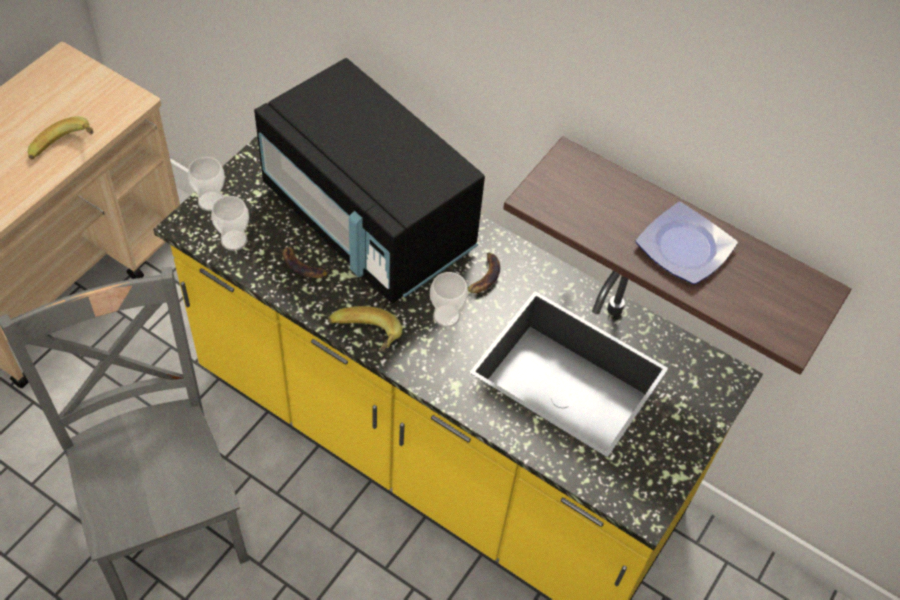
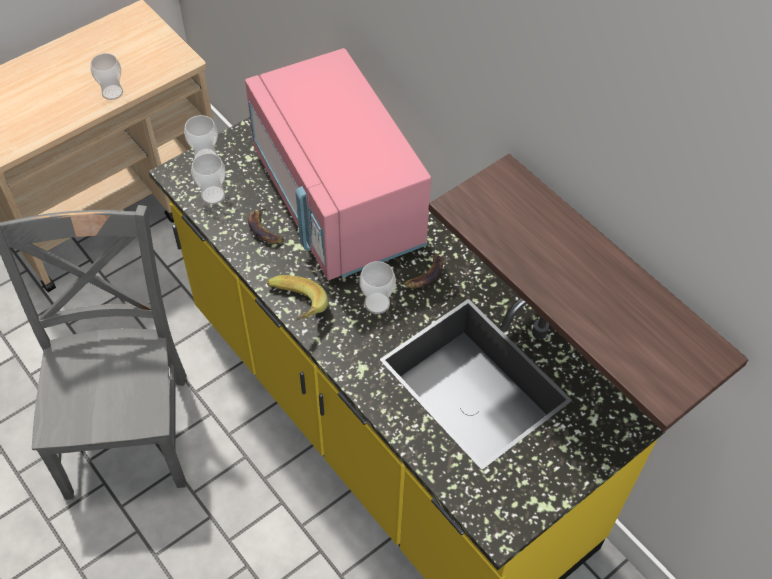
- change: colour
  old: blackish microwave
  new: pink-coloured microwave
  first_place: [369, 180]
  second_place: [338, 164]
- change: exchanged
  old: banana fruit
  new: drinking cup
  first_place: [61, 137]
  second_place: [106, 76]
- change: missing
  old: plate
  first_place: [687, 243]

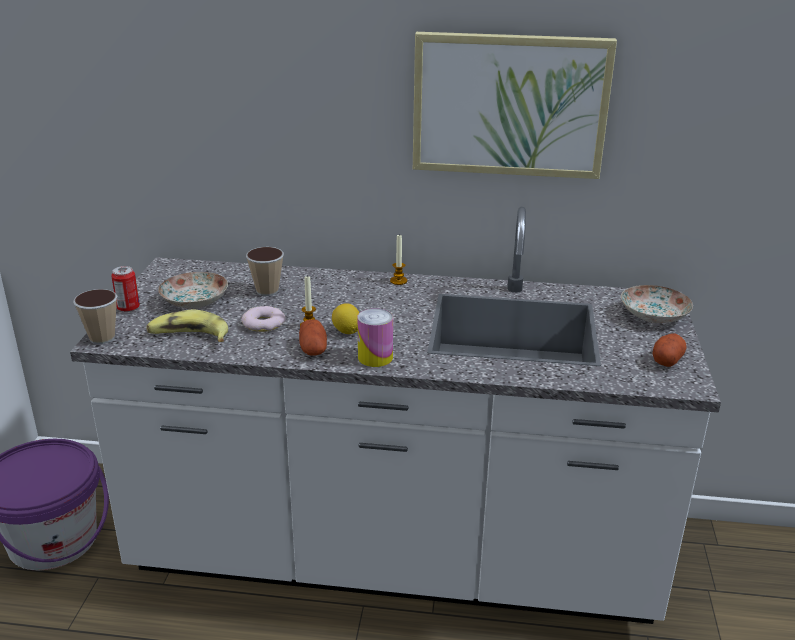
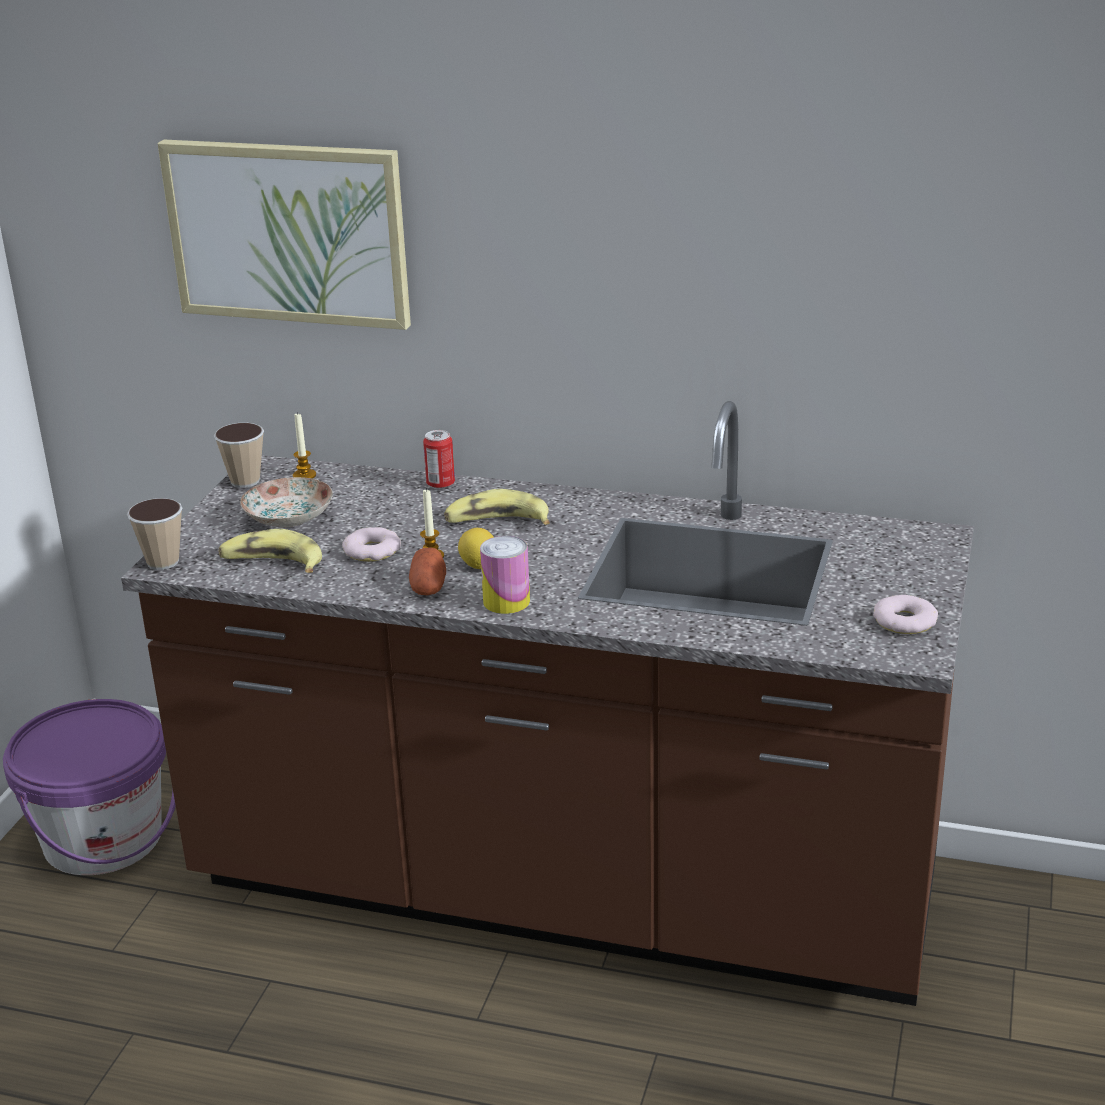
- change: relocated
  old: picture
  first_place: [515, 105]
  second_place: [284, 235]
- change: colour
  old: whitish counter
  new: brown-coloured counter
  first_place: [395, 415]
  second_place: [547, 703]
- change: relocated
  old: wax light
  first_place: [398, 259]
  second_place: [304, 445]
- change: relocated
  old: drinking cup
  first_place: [265, 271]
  second_place: [239, 455]
- change: relocated
  old: metal can
  first_place: [125, 289]
  second_place: [439, 459]
- change: missing
  old: plate
  first_place: [657, 304]
- change: exchanged
  old: whole potato
  new: doughnut
  first_place: [669, 350]
  second_place: [905, 614]
- change: appeared
  new: banana fruit
  second_place: [497, 507]

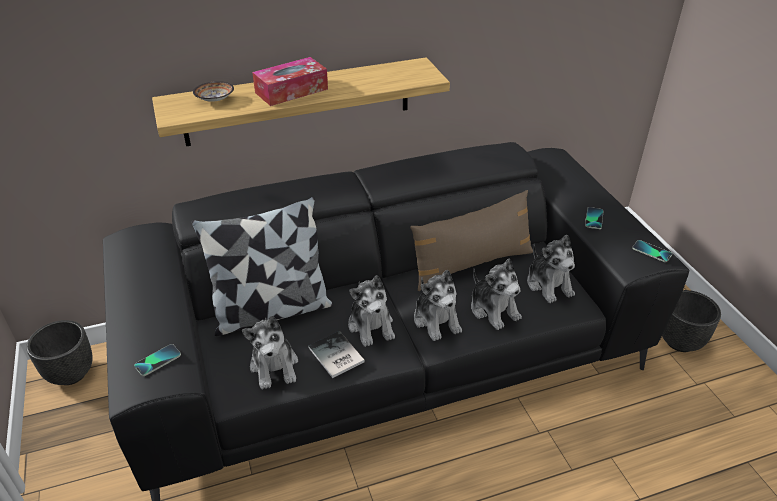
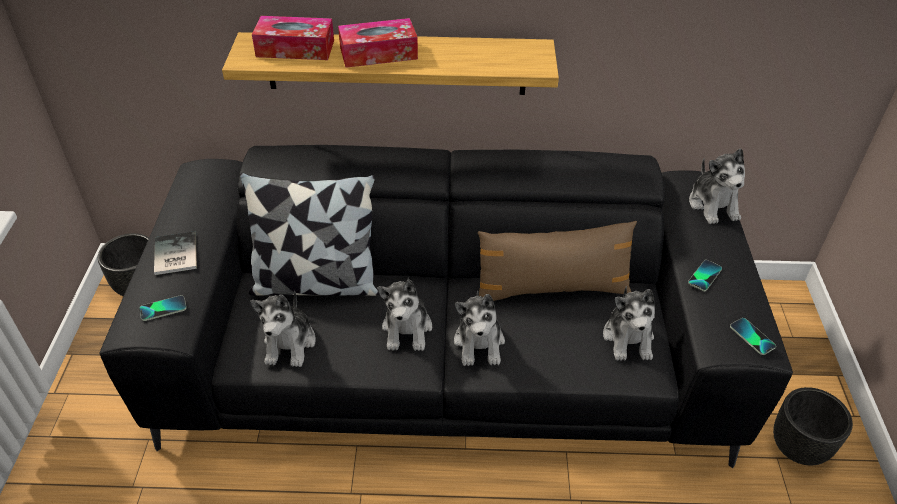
- change: exchanged
  old: serving bowl
  new: tissue holder
  first_place: [213, 91]
  second_place: [293, 38]
- change: relocated
  old: soft toy
  first_place: [496, 294]
  second_place: [717, 186]
- change: relocated
  old: book
  first_place: [336, 354]
  second_place: [175, 253]

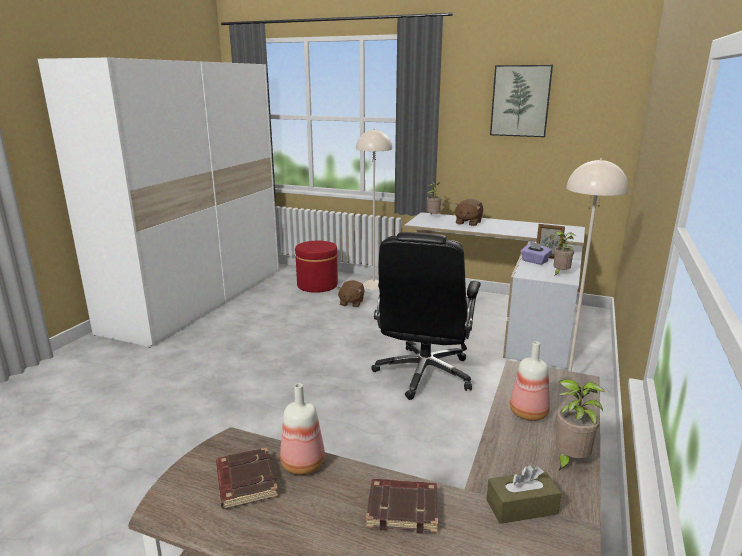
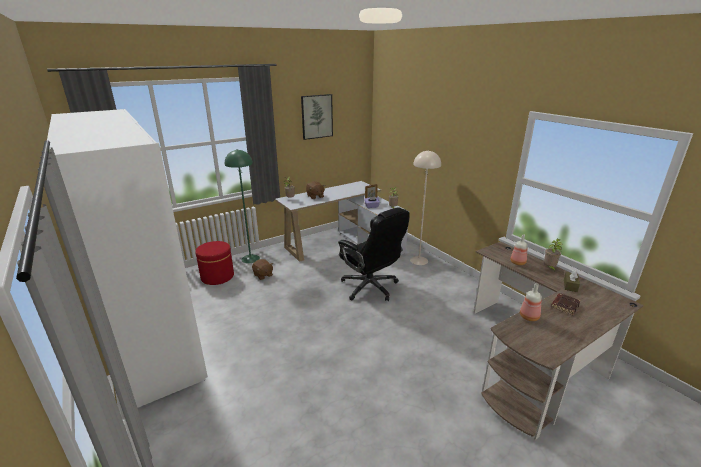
- change: colour
  old: beige standard lamp
  new: greenish standard lamp
  first_place: [374, 209]
  second_place: [242, 206]
- change: missing
  old: brown-coloured book
  first_place: [247, 478]

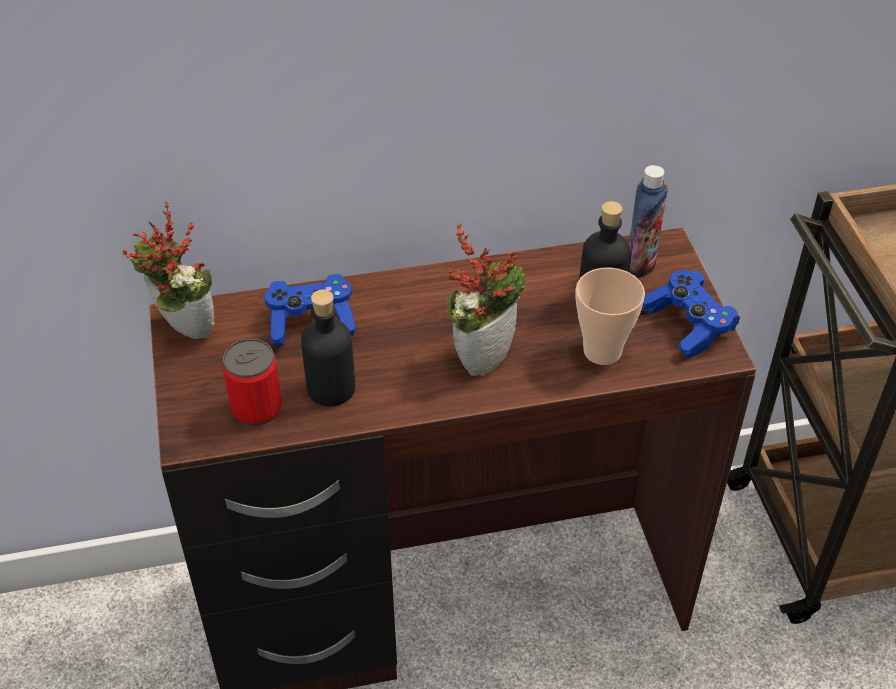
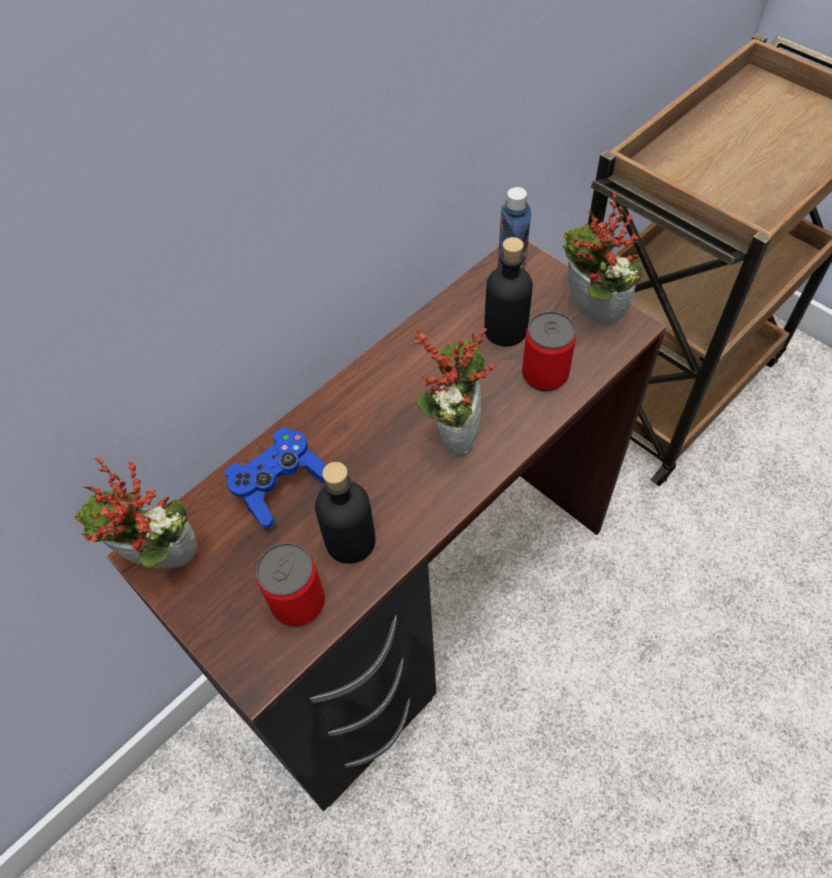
- change: exchanged
  old: drinking cup
  new: metal can
  first_place: [610, 316]
  second_place: [549, 351]
- change: exchanged
  old: blue-coloured joypad
  new: potted plant
  first_place: [691, 314]
  second_place: [603, 258]

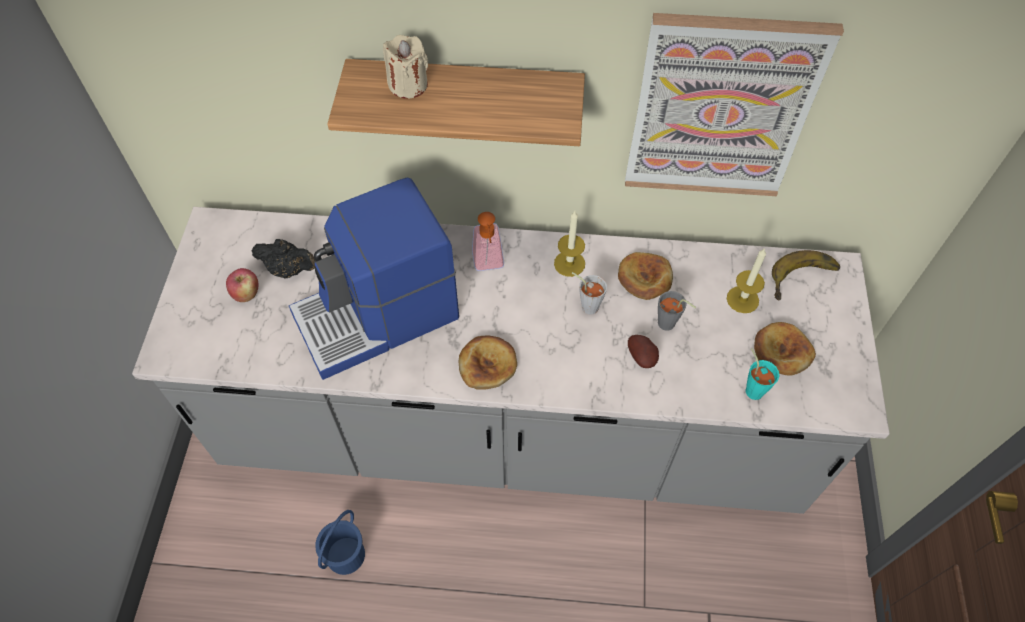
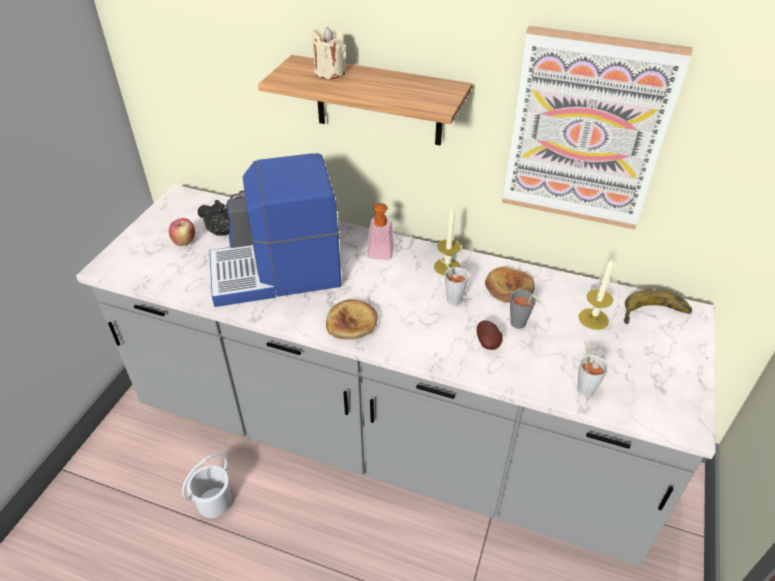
- change: missing
  old: bakery bread
  first_place: [785, 349]
- change: colour
  old: turquoise drinking cup
  new: grey drinking cup
  first_place: [762, 374]
  second_place: [592, 369]
- change: colour
  old: blue-coloured water bucket
  new: whitish water bucket
  first_place: [340, 542]
  second_place: [207, 485]

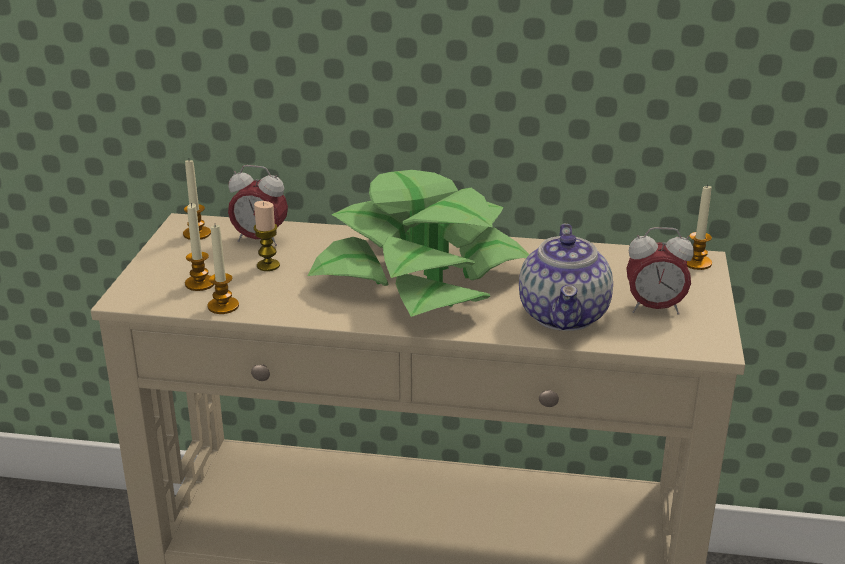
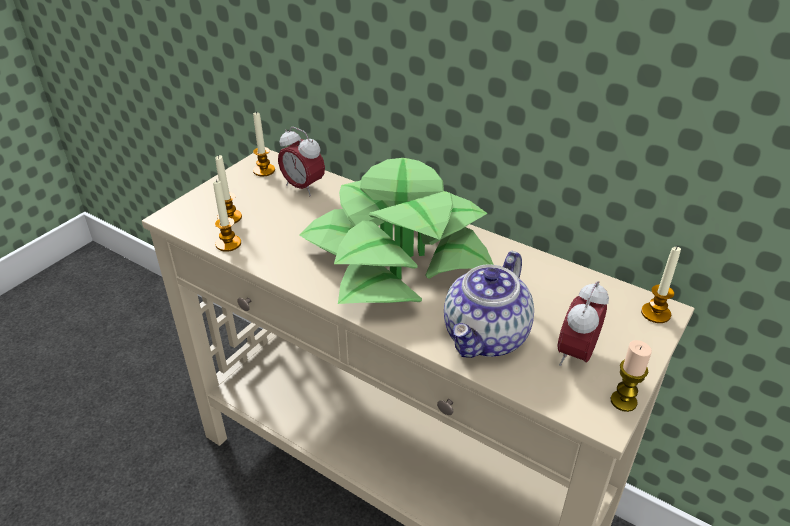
- change: relocated
  old: wax light
  first_place: [267, 236]
  second_place: [631, 376]
- change: spun
  old: alarm clock
  first_place: [660, 271]
  second_place: [583, 323]
  degrees: 90

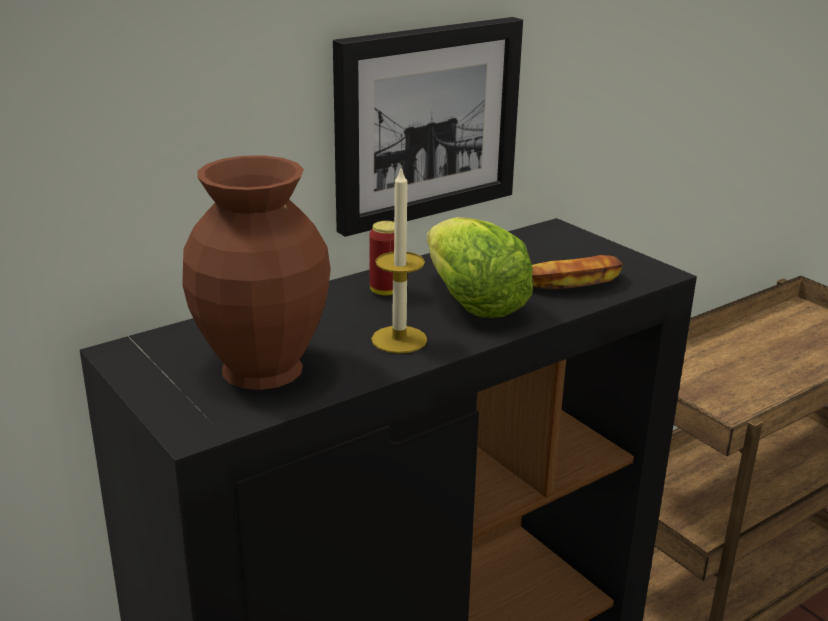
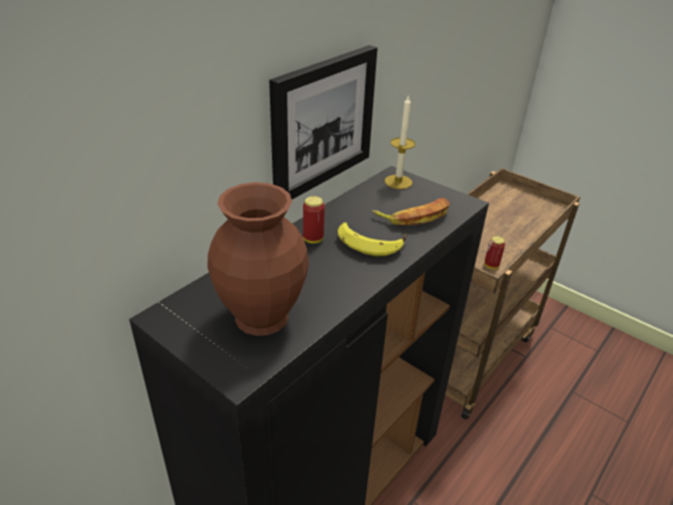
- change: relocated
  old: wax light
  first_place: [399, 260]
  second_place: [400, 141]
- change: exchanged
  old: lettuce head
  new: banana fruit
  first_place: [480, 267]
  second_place: [372, 239]
- change: appeared
  new: metal can
  second_place: [494, 252]

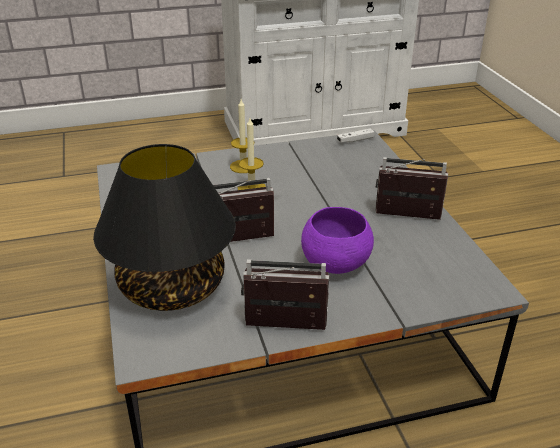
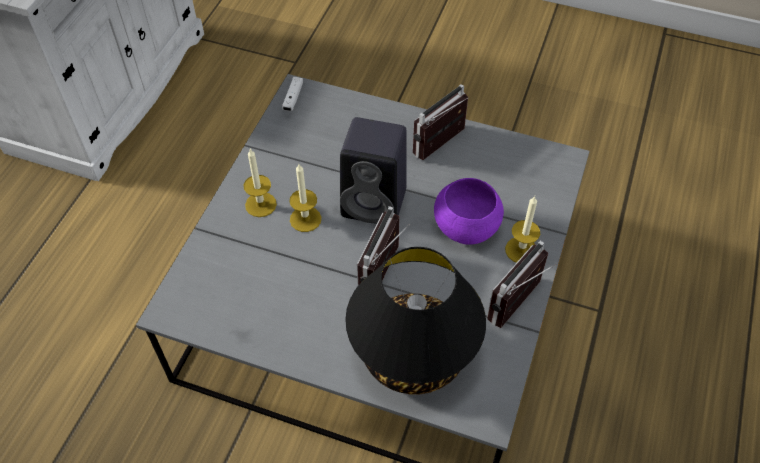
- change: appeared
  new: blackish speaker
  second_place: [373, 170]
- change: appeared
  new: wax light
  second_place: [522, 229]

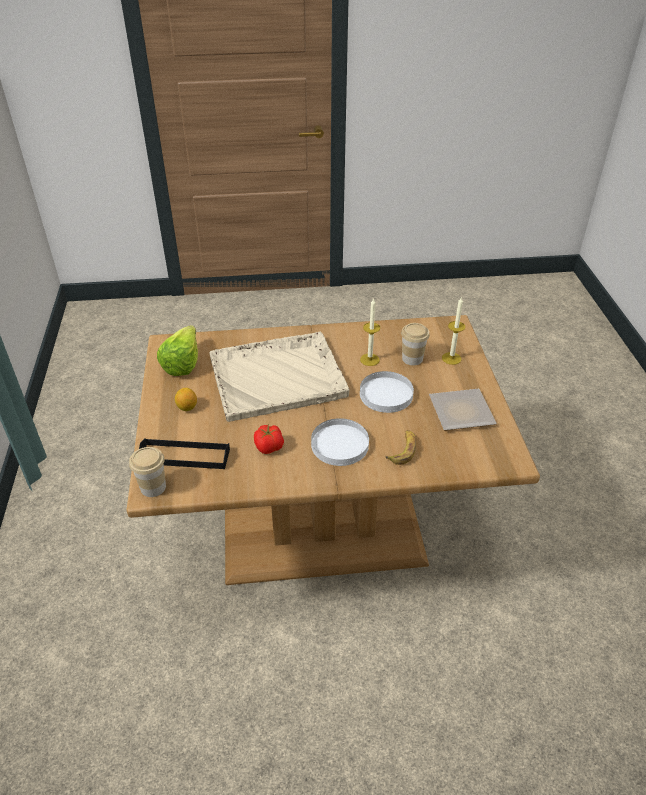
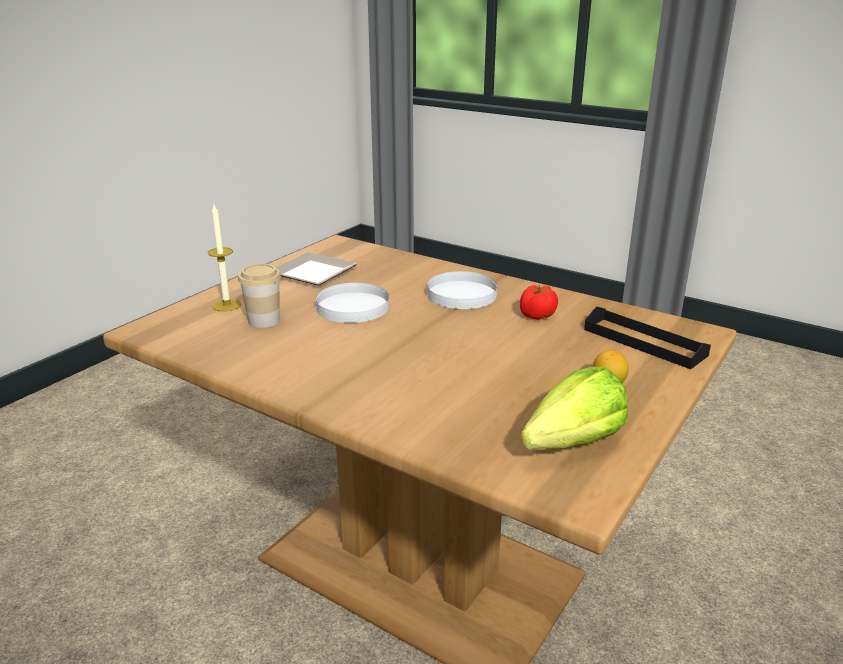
- change: missing
  old: wax light
  first_place: [370, 332]
- change: missing
  old: beige carrying tray
  first_place: [279, 377]
- change: missing
  old: banana fruit
  first_place: [400, 447]
- change: missing
  old: drinking cup
  first_place: [147, 472]

